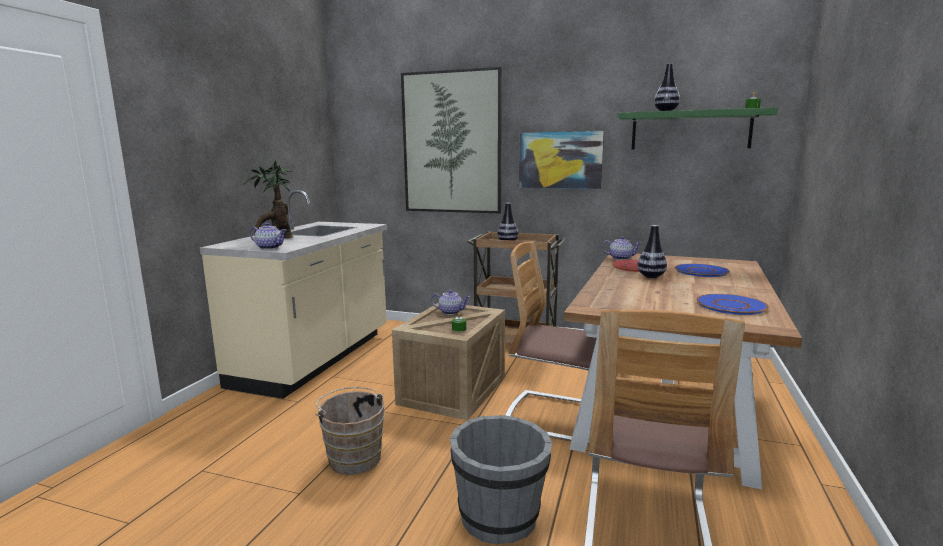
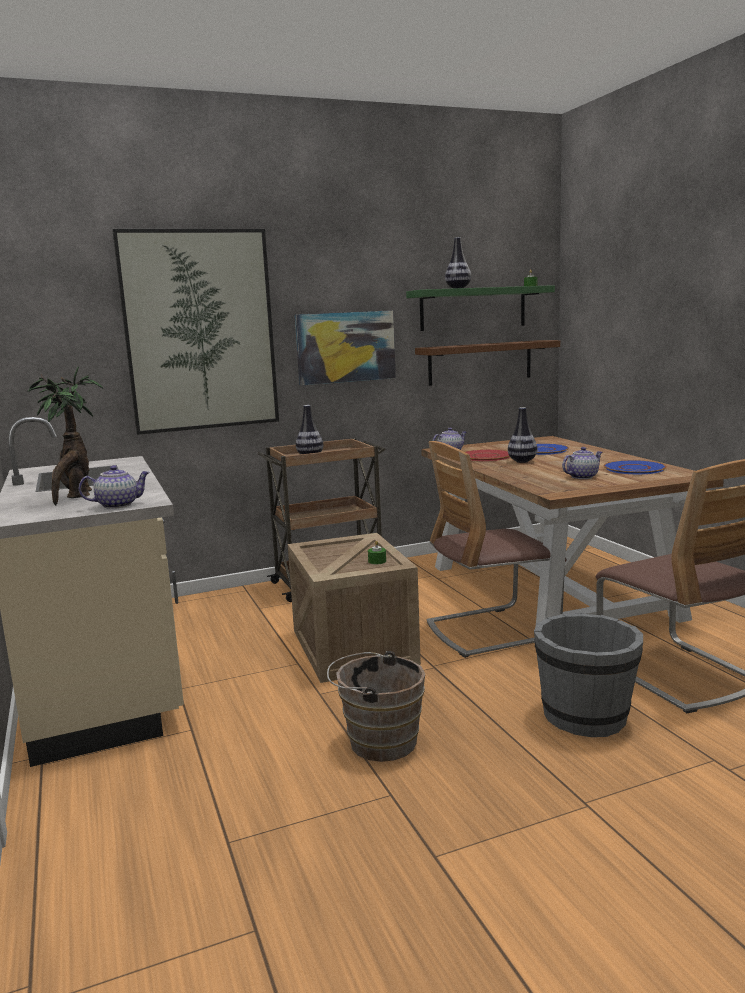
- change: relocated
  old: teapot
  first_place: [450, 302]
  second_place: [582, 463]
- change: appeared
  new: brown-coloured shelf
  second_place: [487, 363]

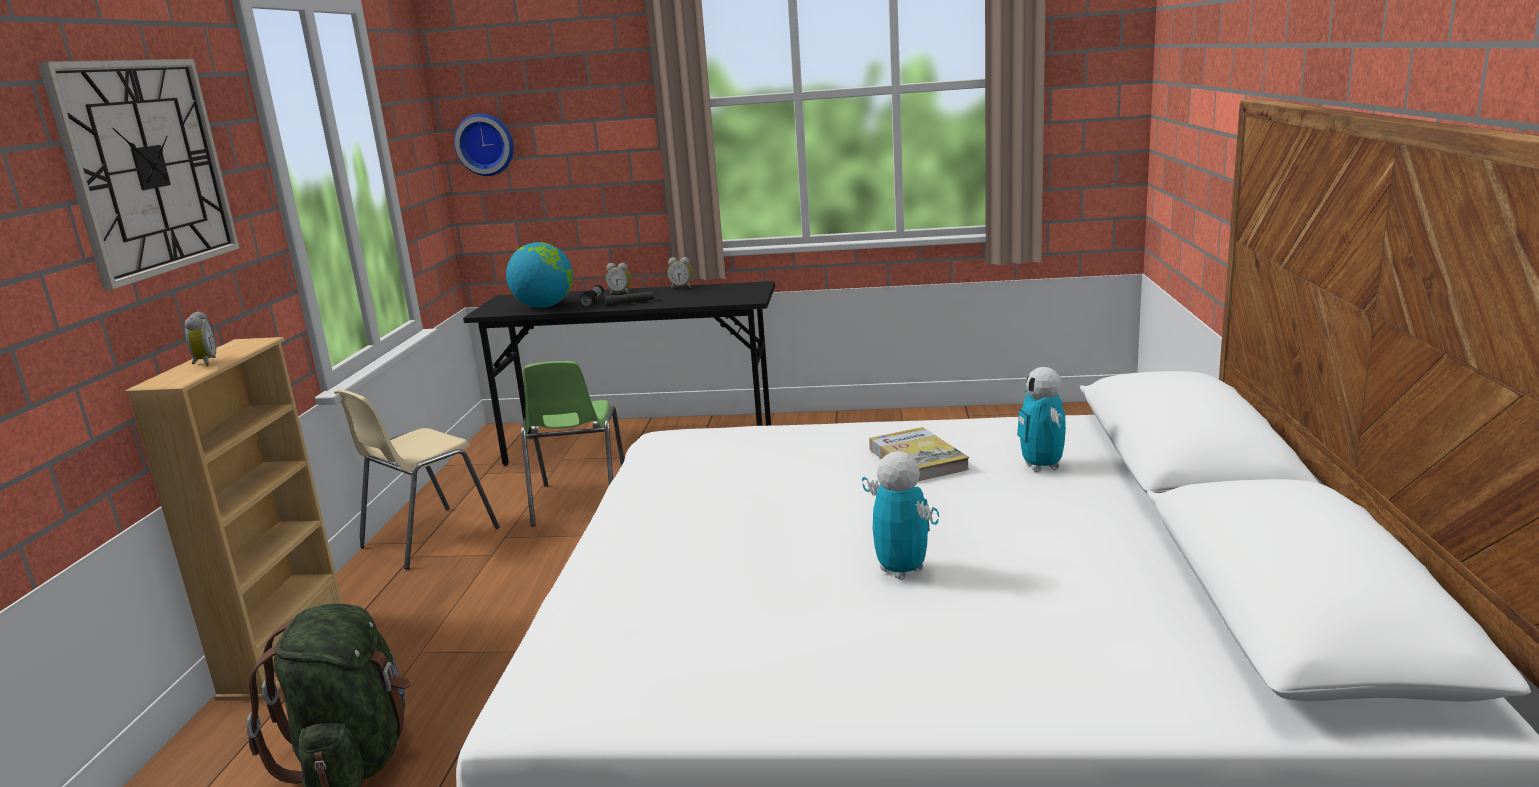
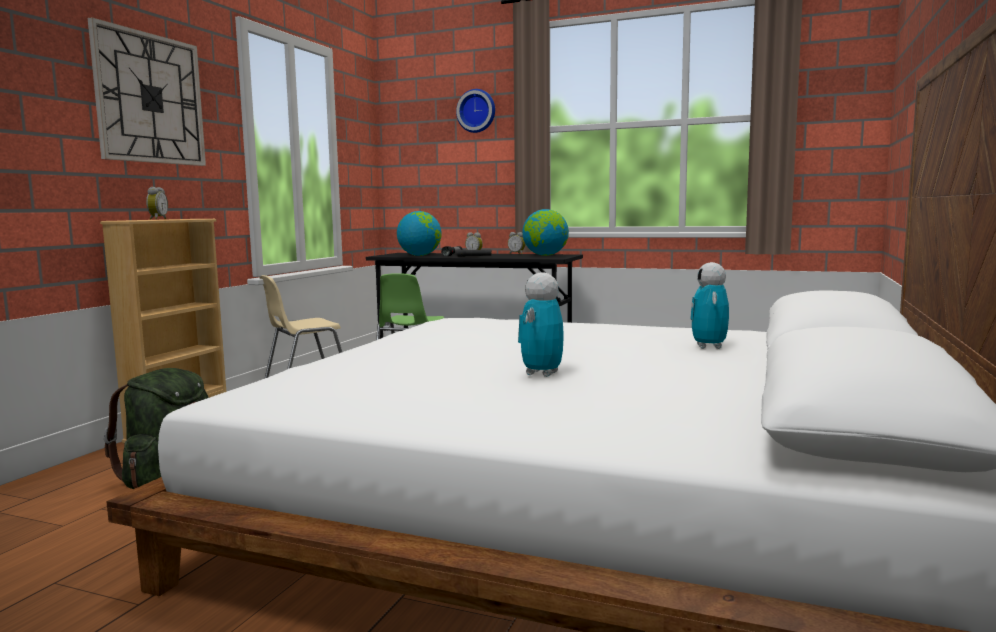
- change: relocated
  old: wall clock
  first_place: [484, 144]
  second_place: [475, 111]
- change: missing
  old: book
  first_place: [919, 454]
- change: spun
  old: toy robot
  first_place: [900, 515]
  second_place: [541, 324]
  degrees: -135
- change: appeared
  new: world globe
  second_place: [545, 232]

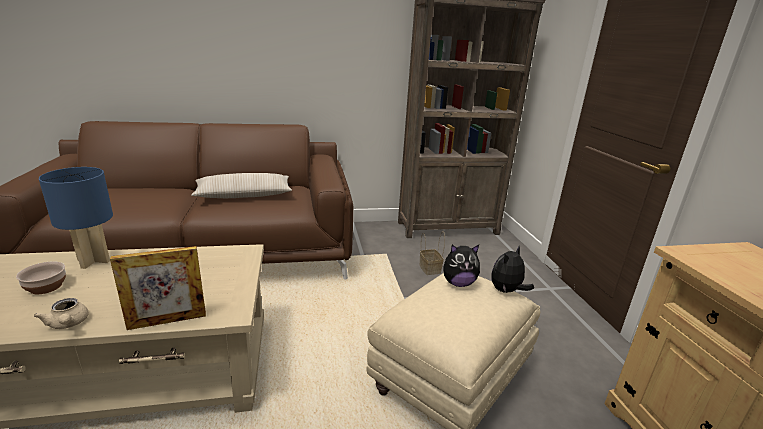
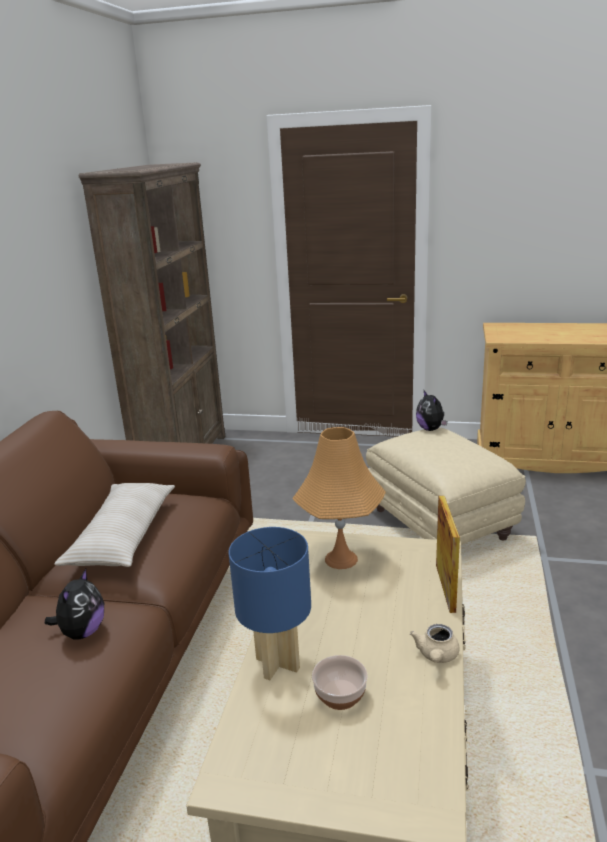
- change: missing
  old: household basket
  first_place: [432, 253]
- change: relocated
  old: soft toy
  first_place: [461, 266]
  second_place: [74, 604]
- change: spun
  old: beige teapot
  first_place: [61, 313]
  second_place: [434, 643]
  degrees: 120
- change: appeared
  new: orange lamp for a table
  second_place: [339, 498]

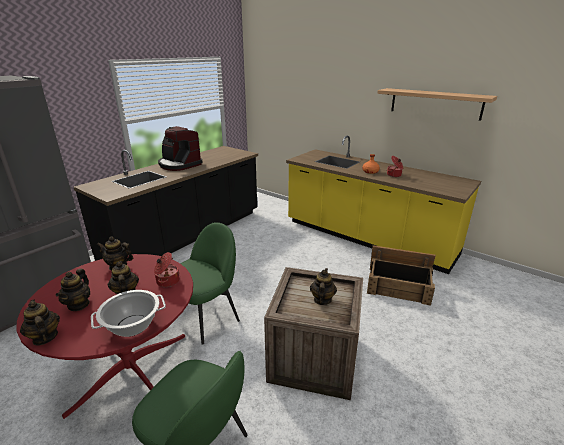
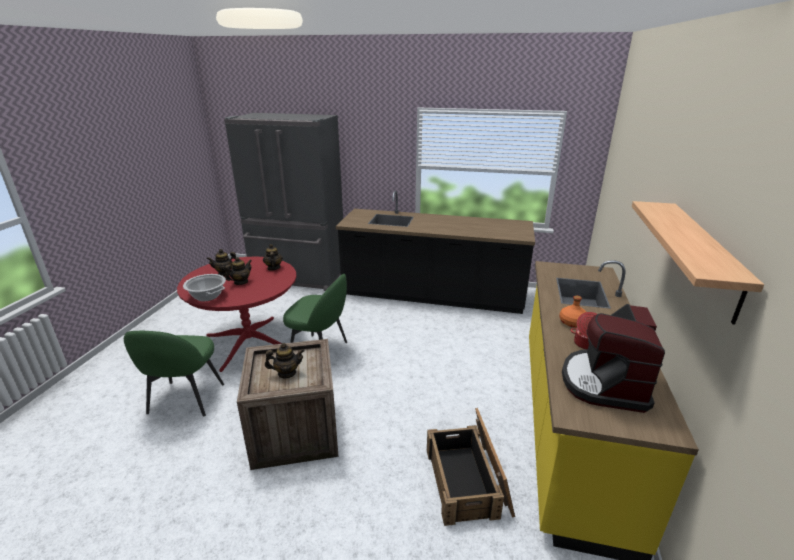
- change: relocated
  old: coffee brewer
  first_place: [180, 148]
  second_place: [613, 358]
- change: missing
  old: saucepot
  first_place: [167, 269]
- change: missing
  old: teapot
  first_place: [40, 323]

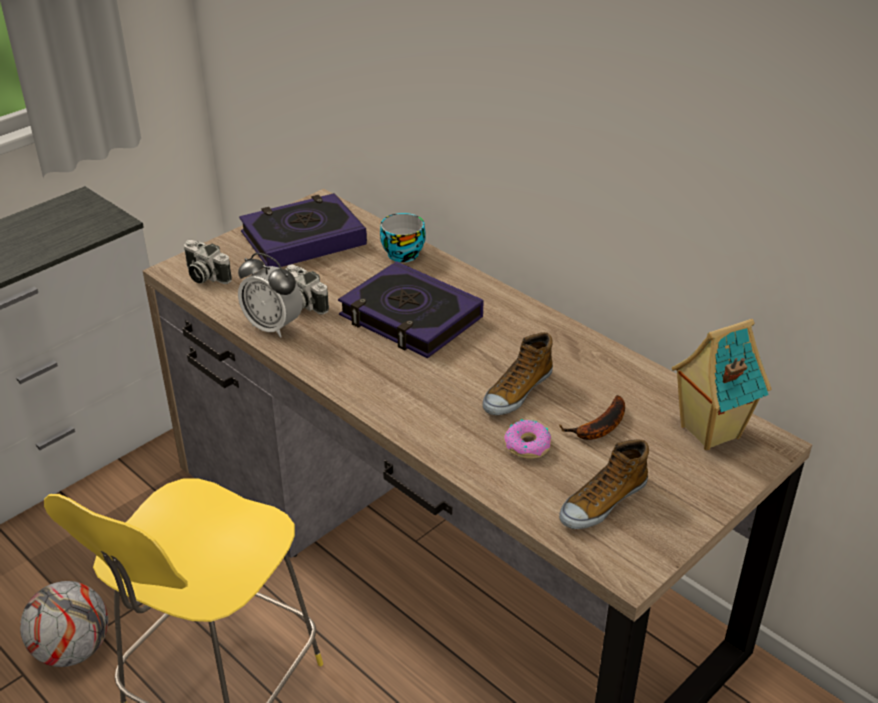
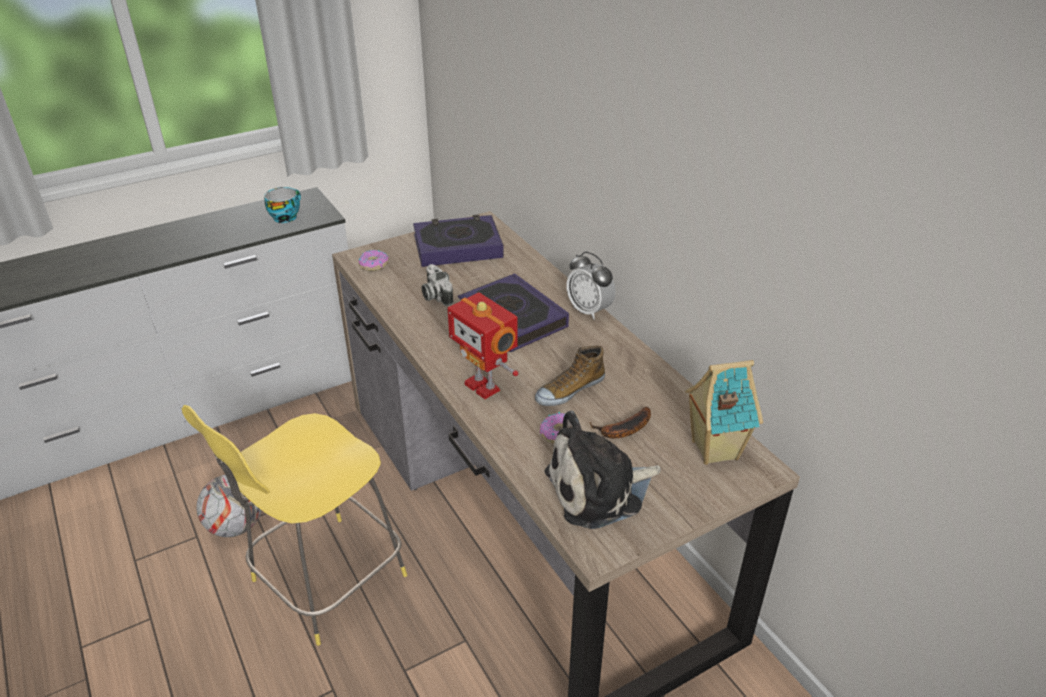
- change: relocated
  old: drinking cup
  first_place: [403, 237]
  second_place: [282, 205]
- change: exchanged
  old: photo camera
  new: doughnut
  first_place: [208, 262]
  second_place: [374, 260]
- change: relocated
  old: alarm clock
  first_place: [270, 295]
  second_place: [590, 285]
- change: exchanged
  old: item of footwear
  new: soft toy
  first_place: [604, 484]
  second_place: [602, 470]
- change: appeared
  new: toy robot
  second_place: [483, 345]

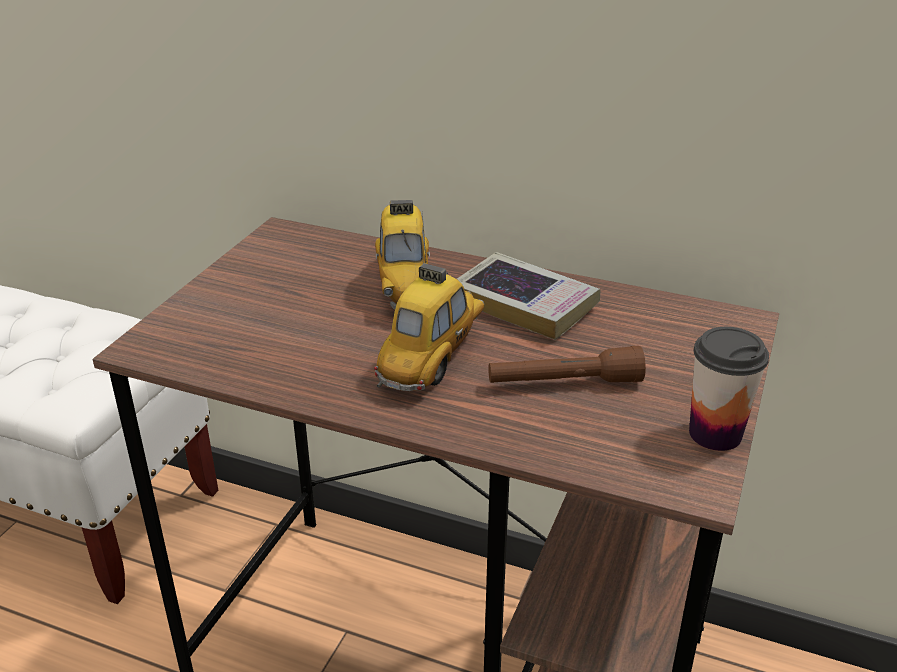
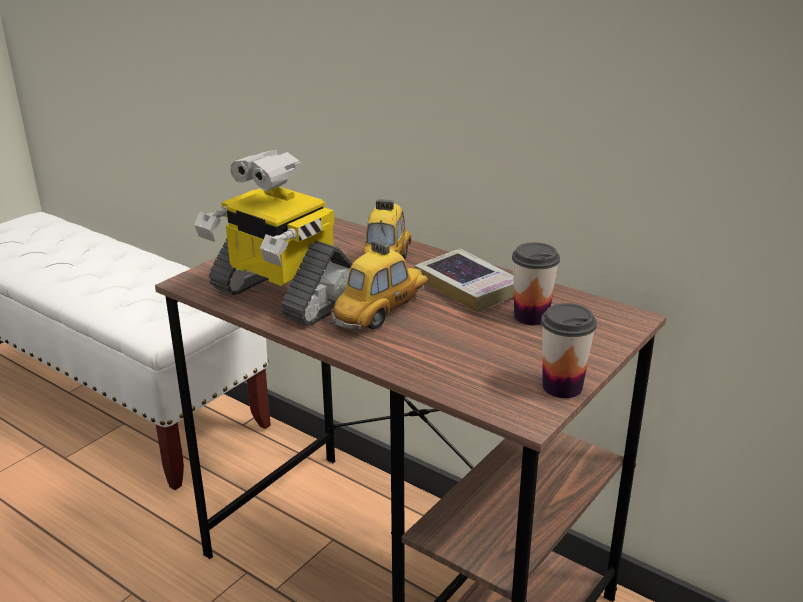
- change: missing
  old: brown-coloured hand torch
  first_place: [567, 364]
- change: appeared
  new: toy robot
  second_place: [273, 237]
- change: appeared
  new: drinking cup
  second_place: [536, 283]

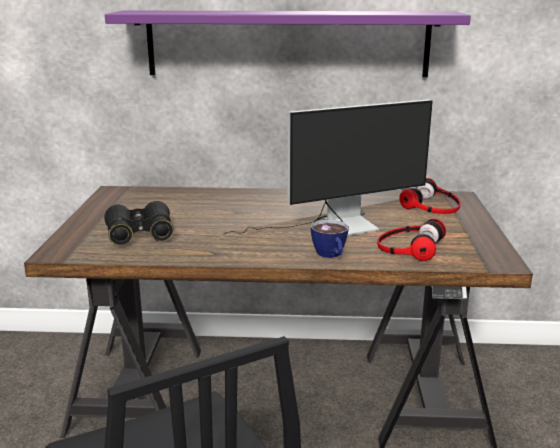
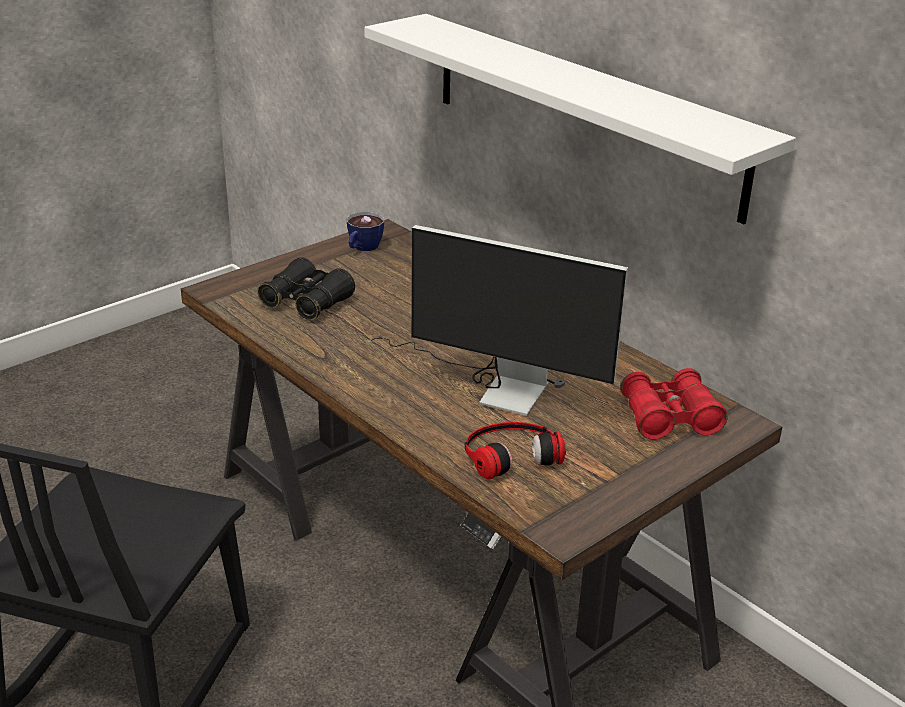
- change: colour
  old: purplish shelf
  new: whitish shelf
  first_place: [288, 44]
  second_place: [580, 119]
- change: exchanged
  old: headset
  new: red pair of binoculars
  first_place: [430, 196]
  second_place: [674, 404]
- change: relocated
  old: drinking cup
  first_place: [330, 239]
  second_place: [365, 231]

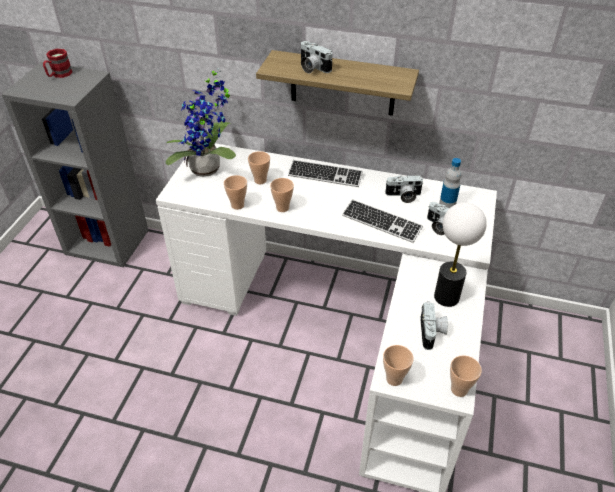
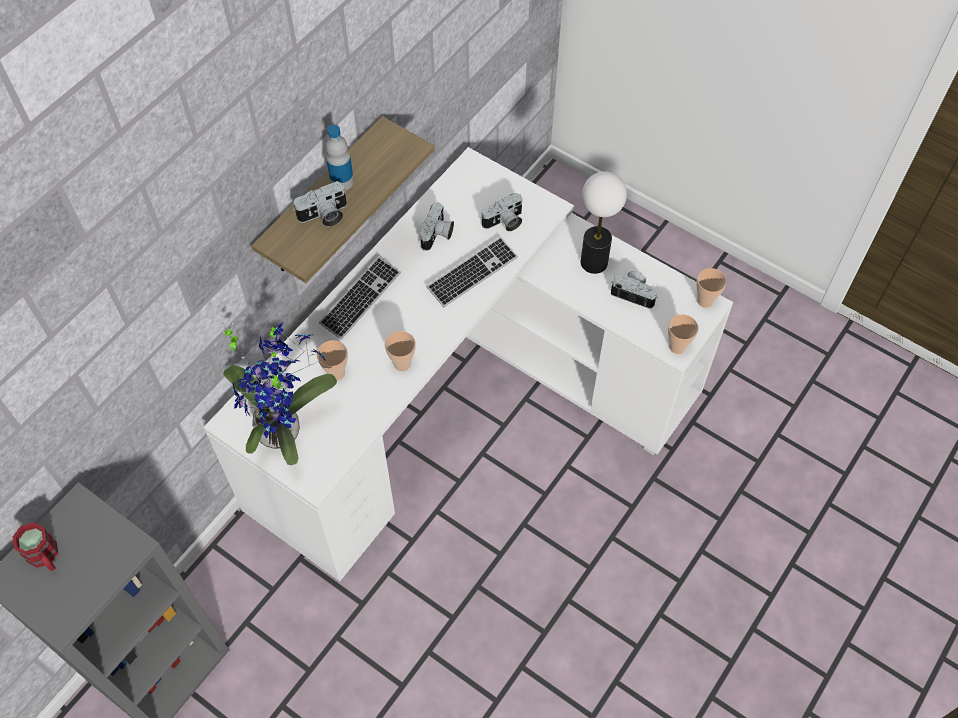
- change: relocated
  old: drink bottle
  first_place: [450, 183]
  second_place: [340, 157]
- change: missing
  old: drinking cup
  first_place: [235, 192]

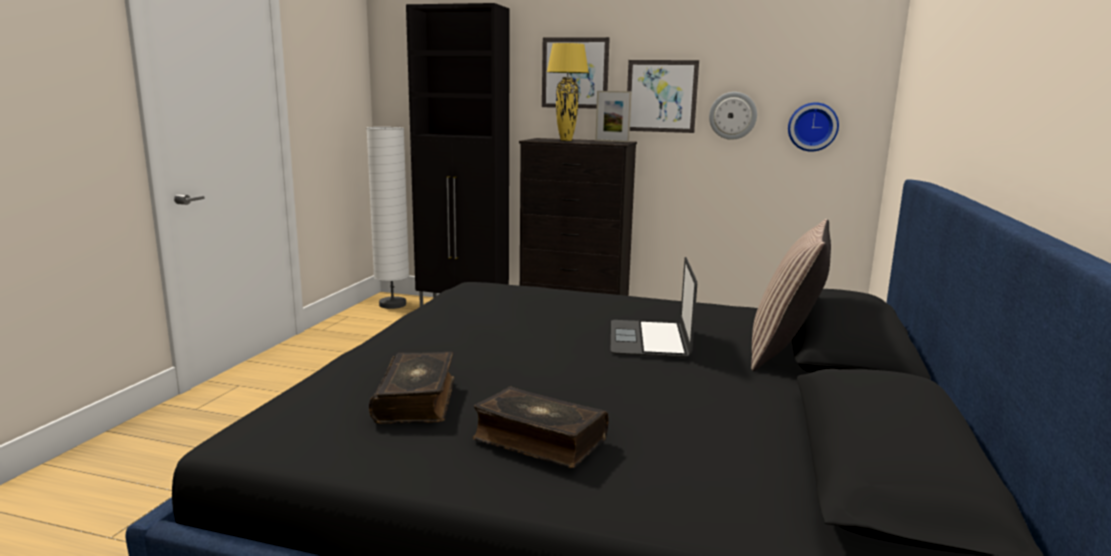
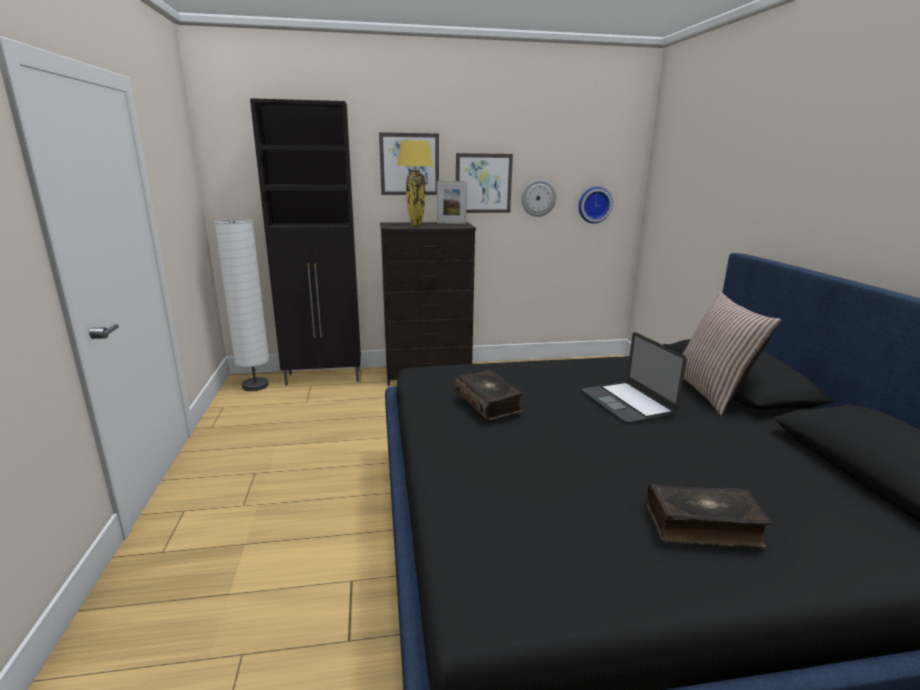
- change: relocated
  old: book
  first_place: [411, 388]
  second_place: [488, 395]

